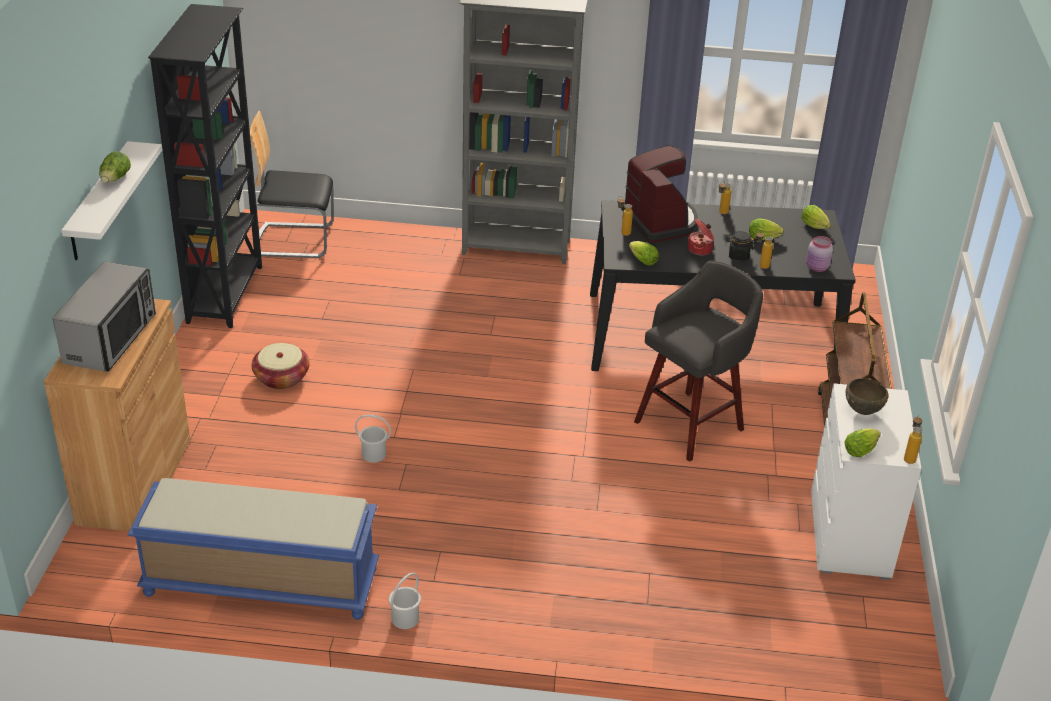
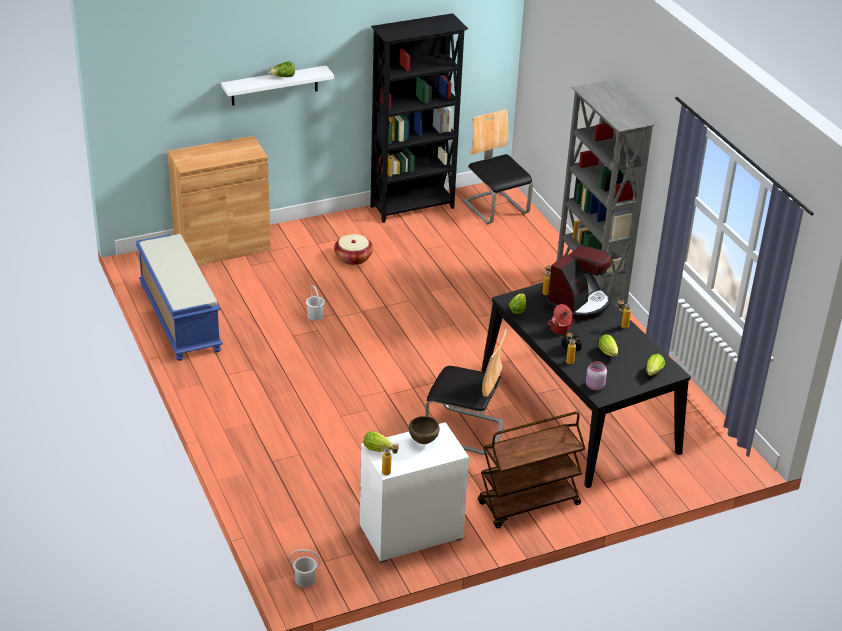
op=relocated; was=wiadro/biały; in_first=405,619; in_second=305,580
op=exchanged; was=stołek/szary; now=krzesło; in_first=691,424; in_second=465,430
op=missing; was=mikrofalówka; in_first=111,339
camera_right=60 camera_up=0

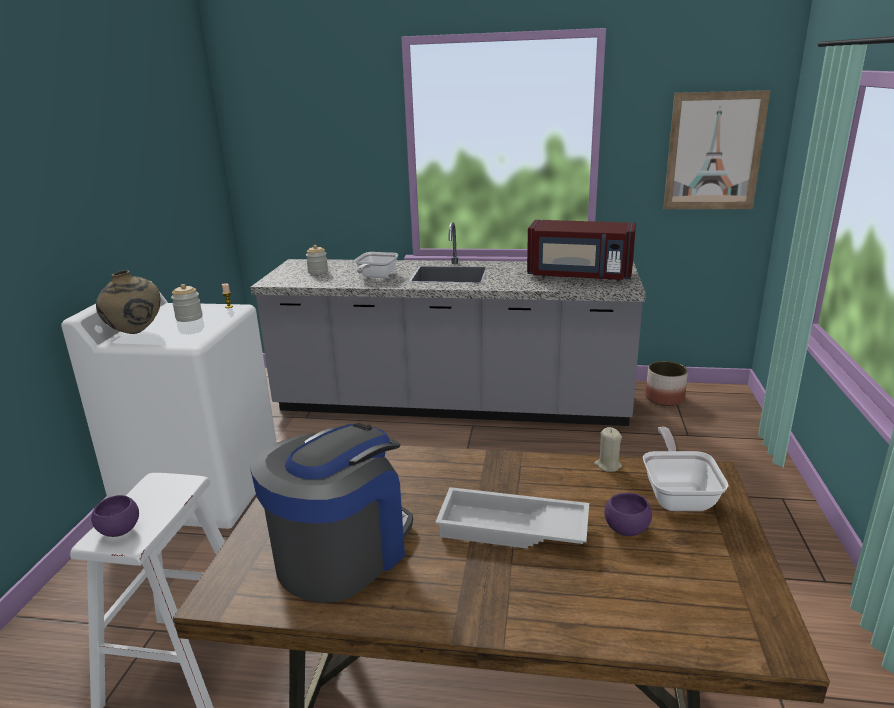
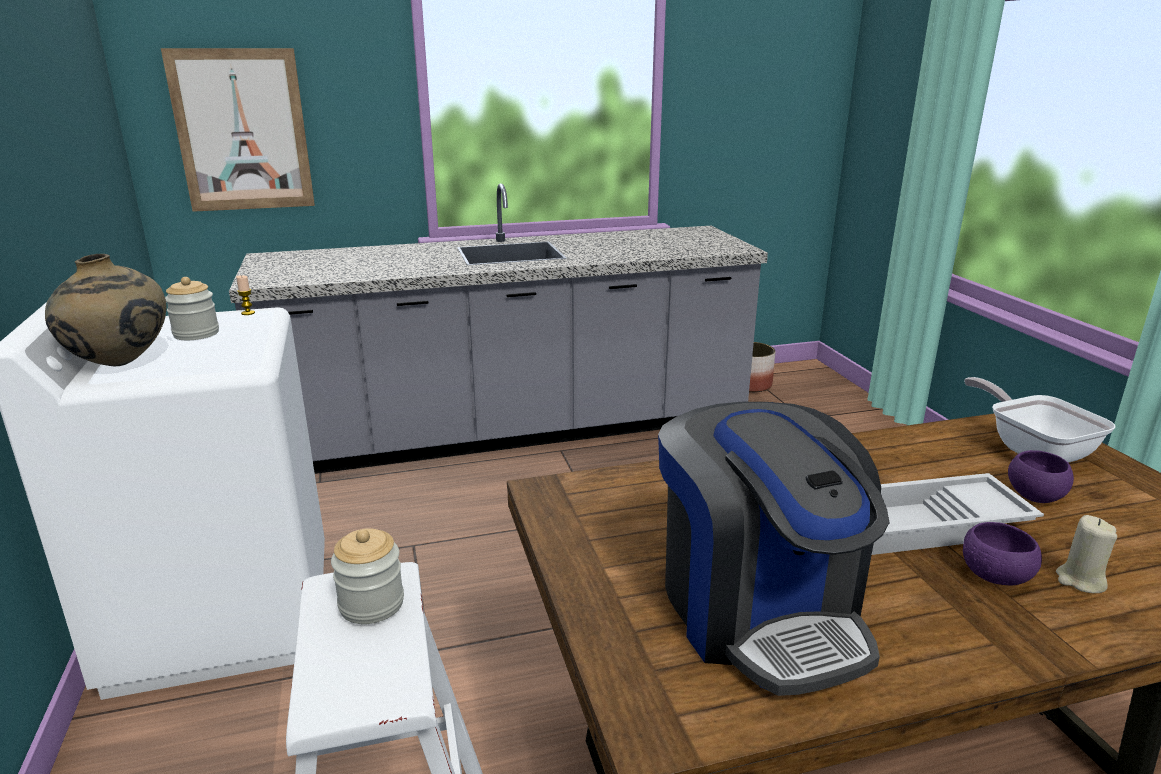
op=relocated; was=obraz; in_first=714,152; in_second=242,131
op=relocated; was=słoik; in_first=318,272; in_second=371,604
op=spun; was=ekspres do kawy; in_first=342,553; in_second=759,611; clockwise=150
op=relocated; was=miska/fioletowy; in_first=119,530; in_second=995,577
op=relocated; was=świeca/beżowy; in_first=608,465; in_second=1080,581
op=missing; was=patelnia; in_first=375,277
op=missing; was=mikrofalówka/czerwony; in_first=579,276
camera_right=-25 camera_up=0

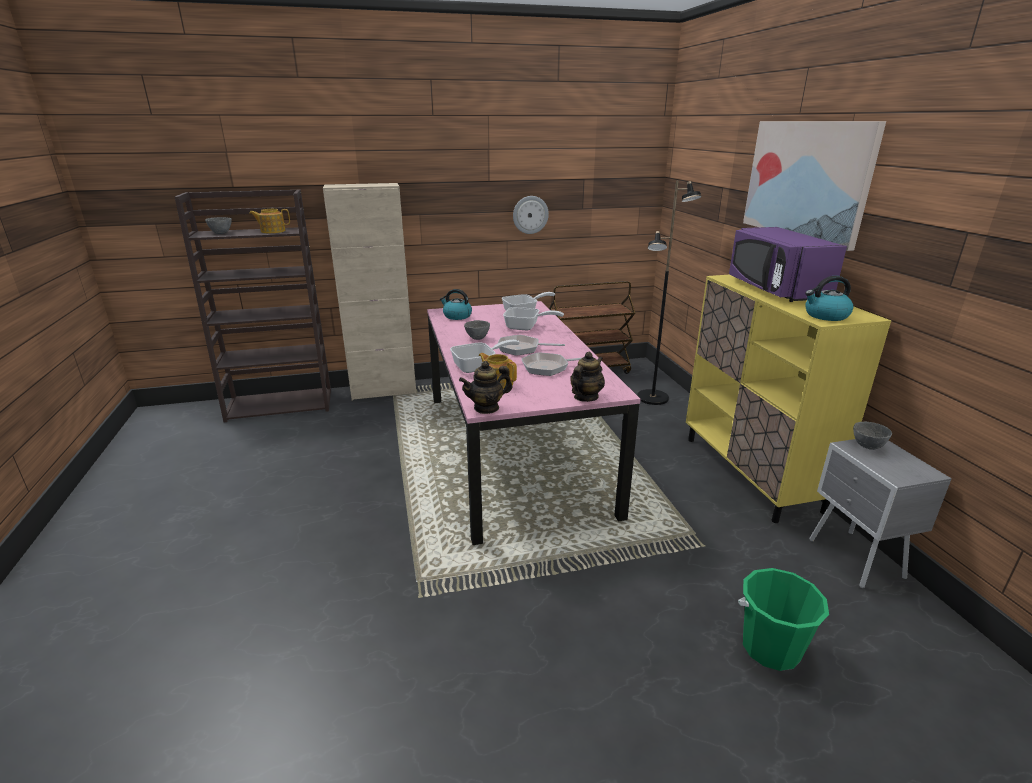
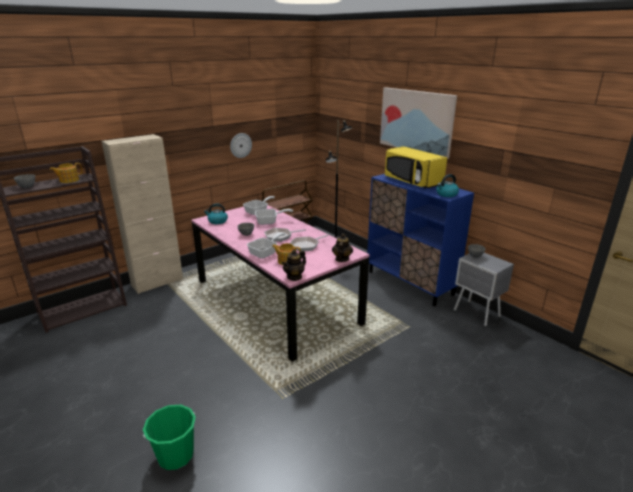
op=relocated; was=wiadro/zielony; in_first=770,648; in_second=175,455
op=colour; was=szafka/żółty; now=szafka/niebieski; in_first=751,473; in_second=410,283
op=colour; was=mikrofalówka/fioletowy; now=mikrofalówka/żółty; in_first=774,289; in_second=411,181
camera_right=-25 camera_up=0

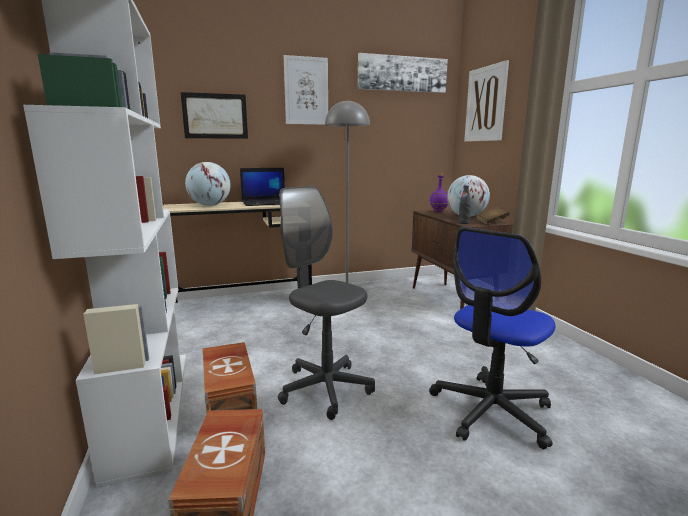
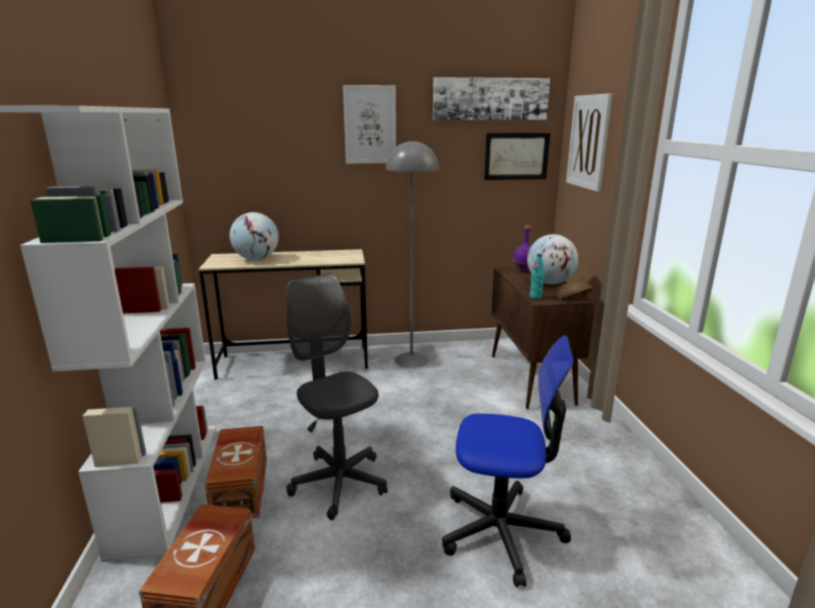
op=spun; was=krzesło biurowe; in_first=491,411; in_second=501,531; clockwise=-135
op=relocated; was=obraz; in_first=215,116; in_second=516,156
op=colour; was=butelka/czarny; now=butelka/turkusowy; in_first=463,223; in_second=535,297
op=missing; was=laptop; in_first=267,203
camera_right=10 camera_up=5

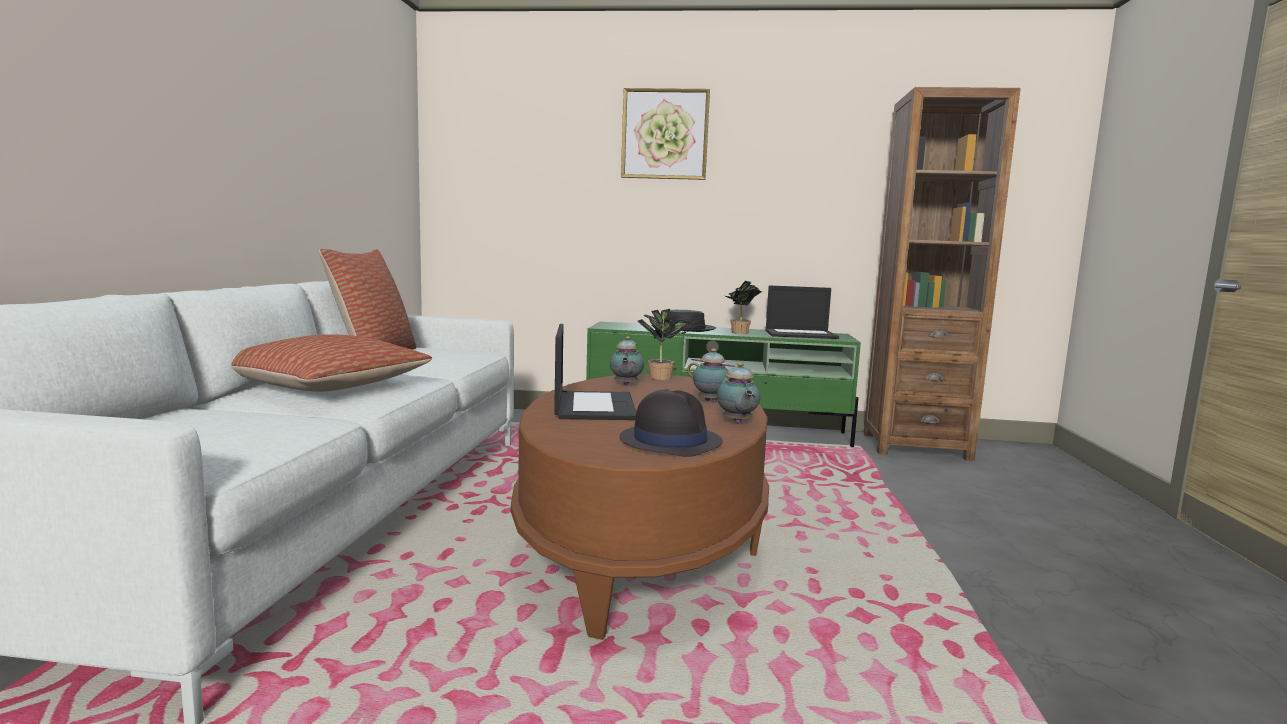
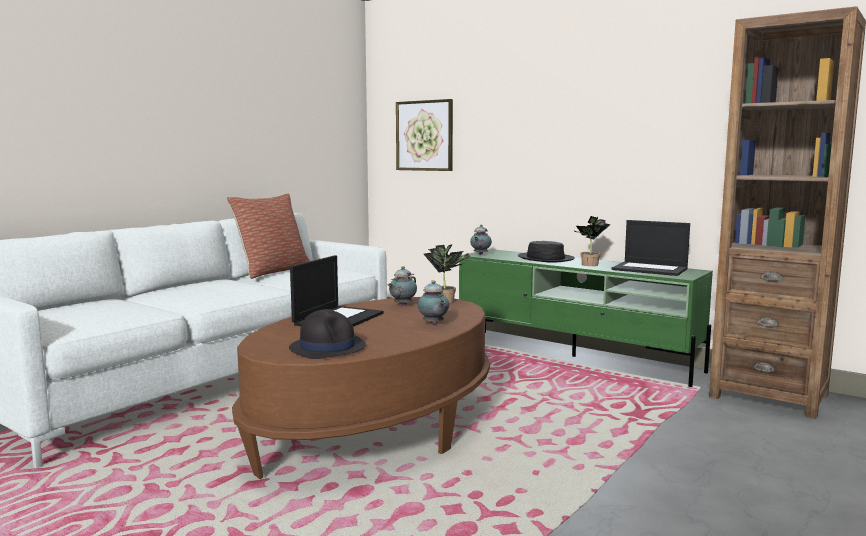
op=relocated; was=obraz; in_first=665,134; in_second=424,135
op=relocated; was=imbryk; in_first=737,422; in_second=480,254
op=missing; was=poduszka; in_first=327,386
camera_right=30 camera_up=0

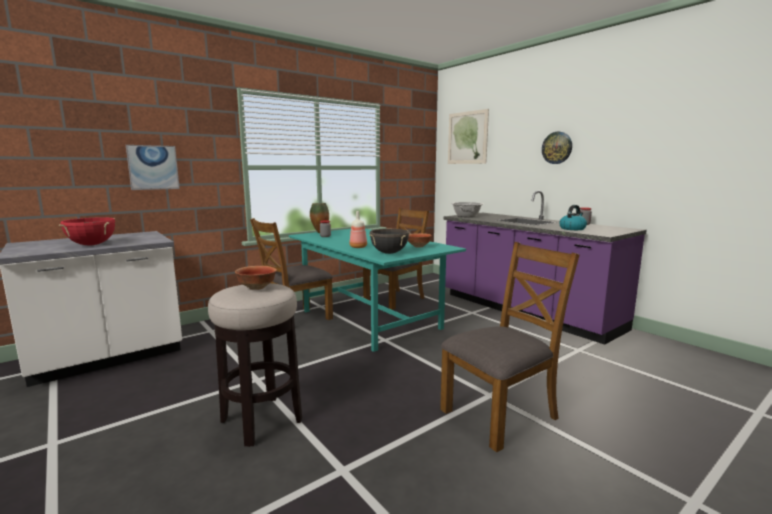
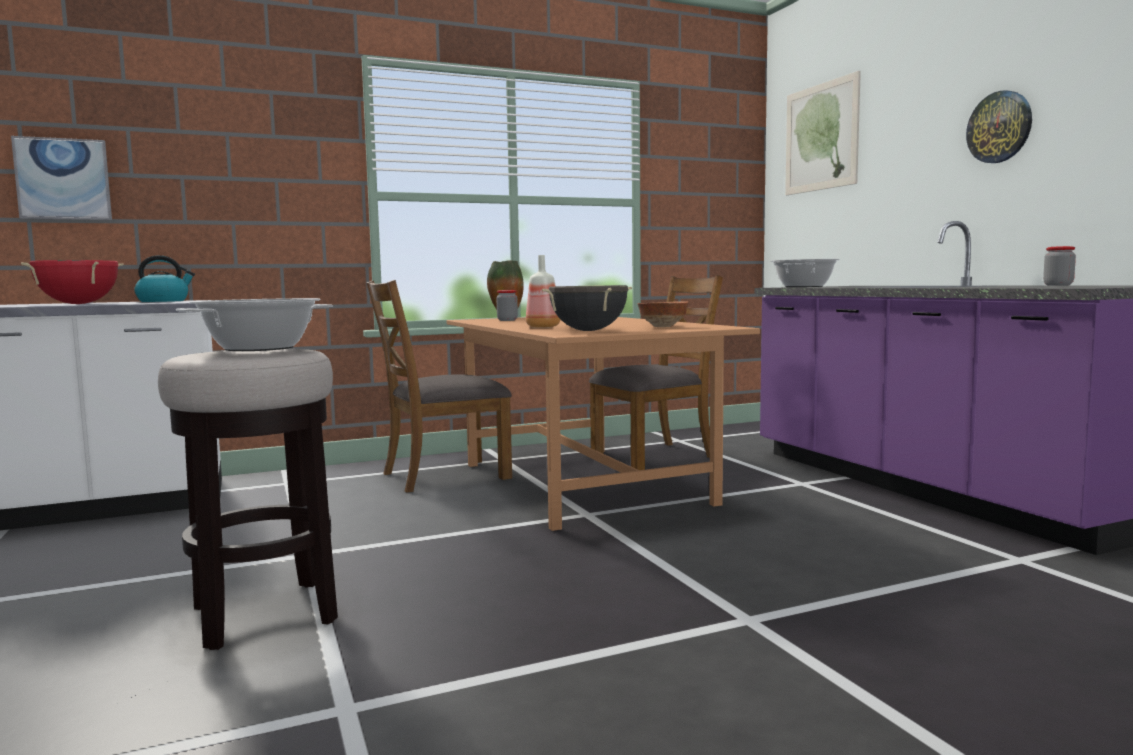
op=relocated; was=obraz; in_first=153,167; in_second=63,179
op=relocated; was=czajnik; in_first=572,228; in_second=164,301
op=exchanged; was=miska; now=garnek; in_first=257,287; in_second=260,348
op=colour; was=stół jadalny/turkusowy; now=stół jadalny/brązowy; in_first=368,319; in_second=579,483
op=missing; was=krzesło/brązowy; in_first=500,414
camera_right=15 camera_up=-5

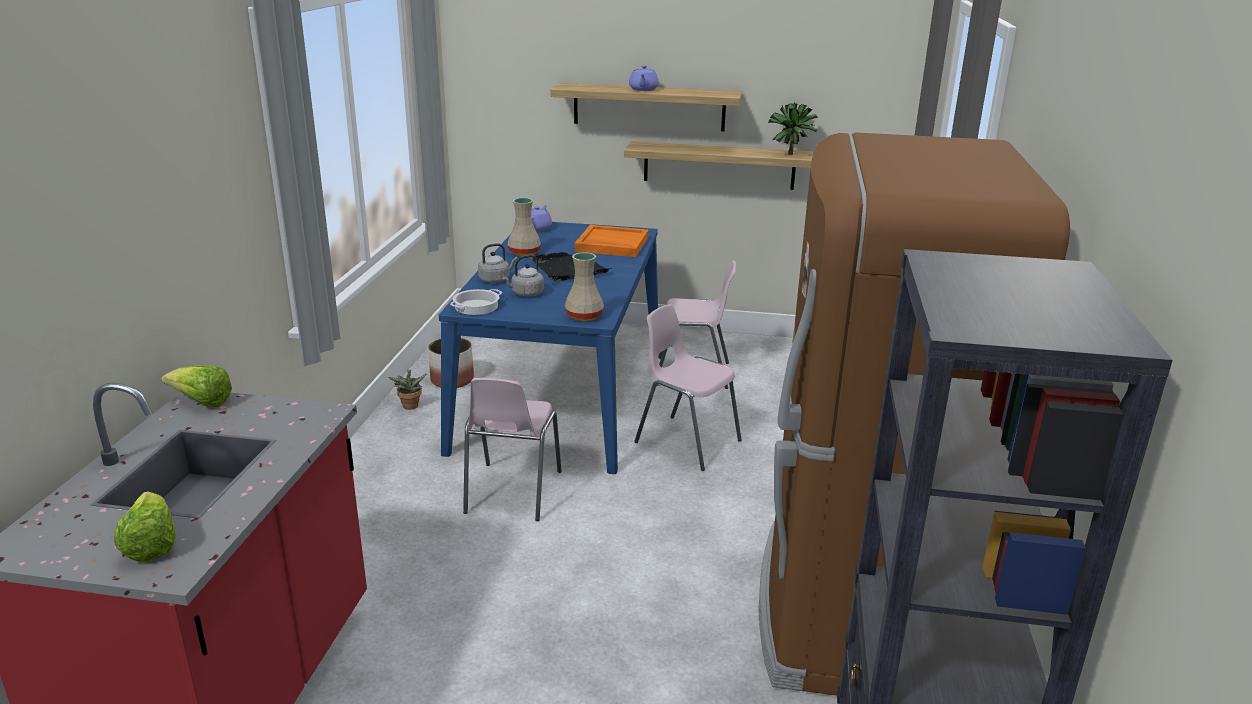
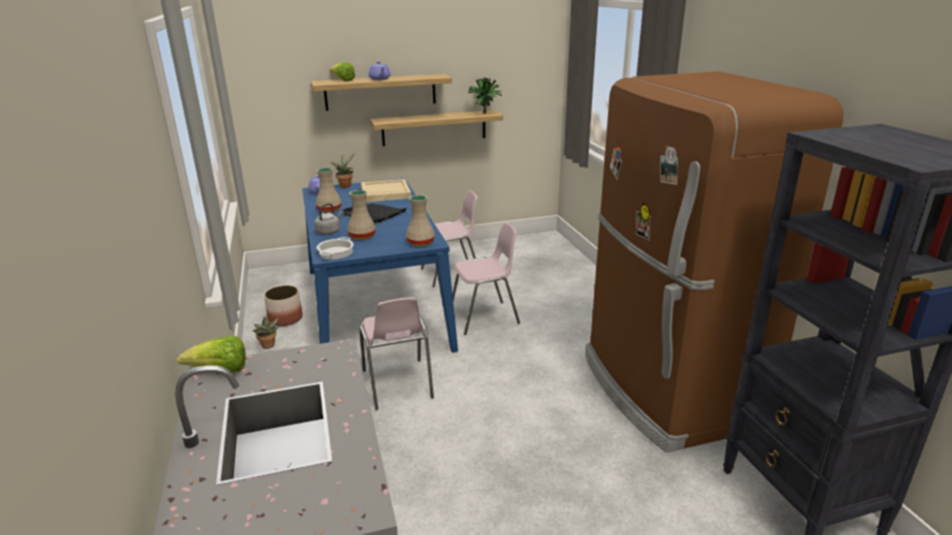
op=relocated; was=sałata; in_first=151,545; in_second=343,81
op=appeared; now=roślina doniczkowa; in_second=345,186
op=exchanged; was=czajnik/szary; now=wazon/beżowy; in_first=526,294; in_second=362,236
op=colour; was=taca/pomarańczowy; now=taca/beżowy; in_first=611,244; in_second=385,193
op=spun; was=krzesło/różowy; in_first=686,441; in_second=485,318; clockwise=150
camera_right=-25 camera_up=0

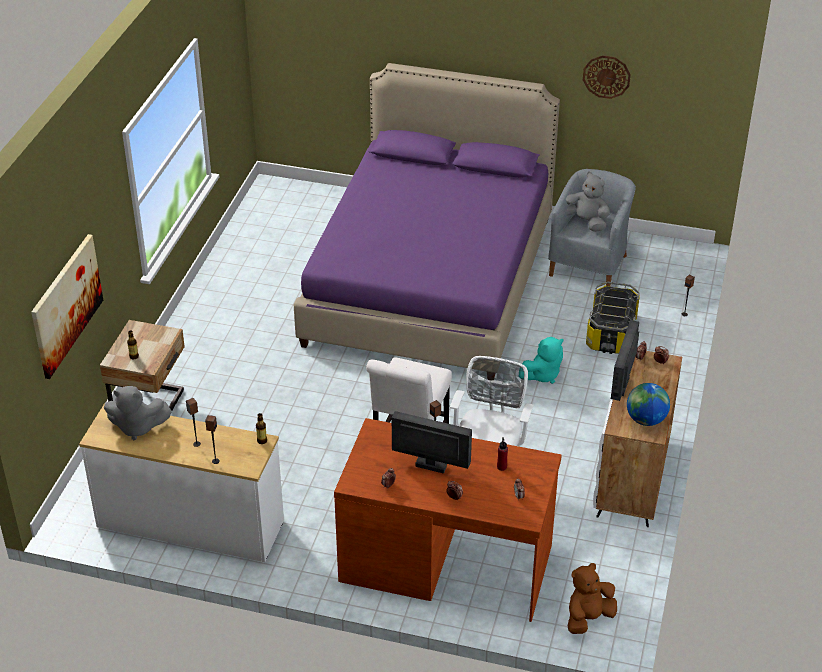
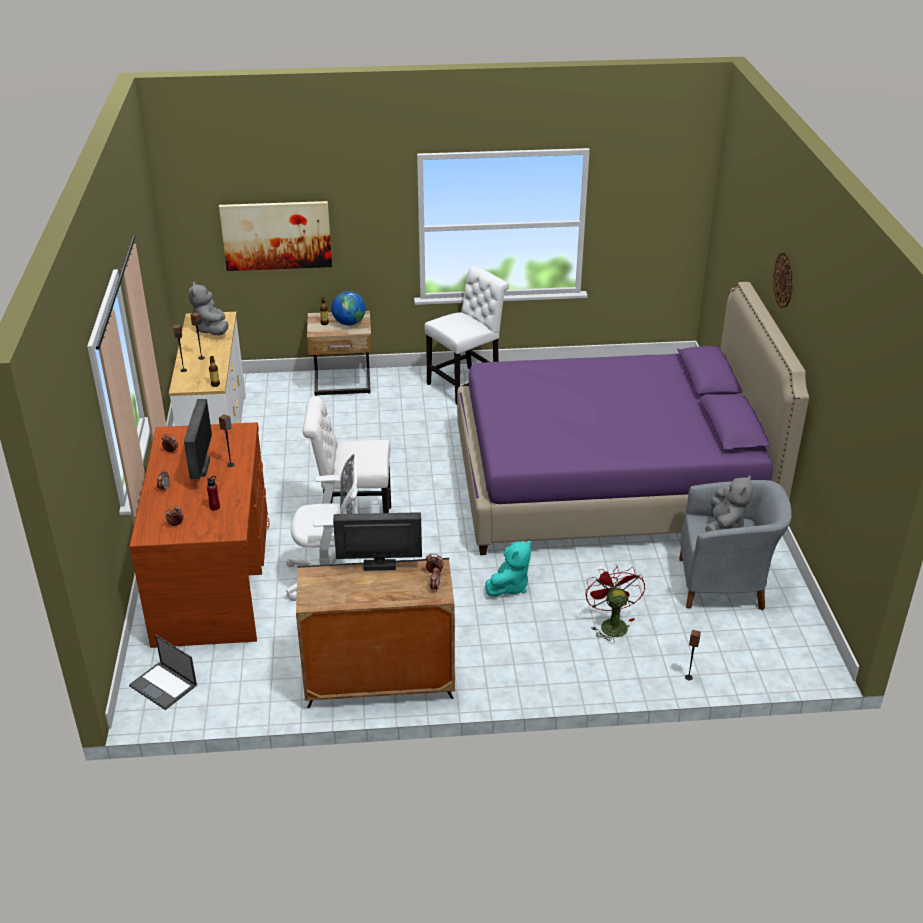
op=exchanged; was=pluszak/brązowy; now=laptop; in_first=588,618; in_second=164,686
op=colour; was=szafka/biały; now=szafka/czarny; in_first=632,478; in_second=378,682
op=relocated; was=globus; in_first=646,420; in_second=349,323
op=appeared; now=krzesło/biały; in_second=467,384
op=spun; was=pluszak/turkusowy; in_first=542,375; in_second=509,586; clockwise=-90
op=exchanged; was=pojemnik do przechowywania; now=wentylator/czerwony; in_first=611,333; in_second=611,624
op=relocated; was=zegar ścienny; in_first=606,76; in_second=784,280
camera_right=70 camera_up=-5

